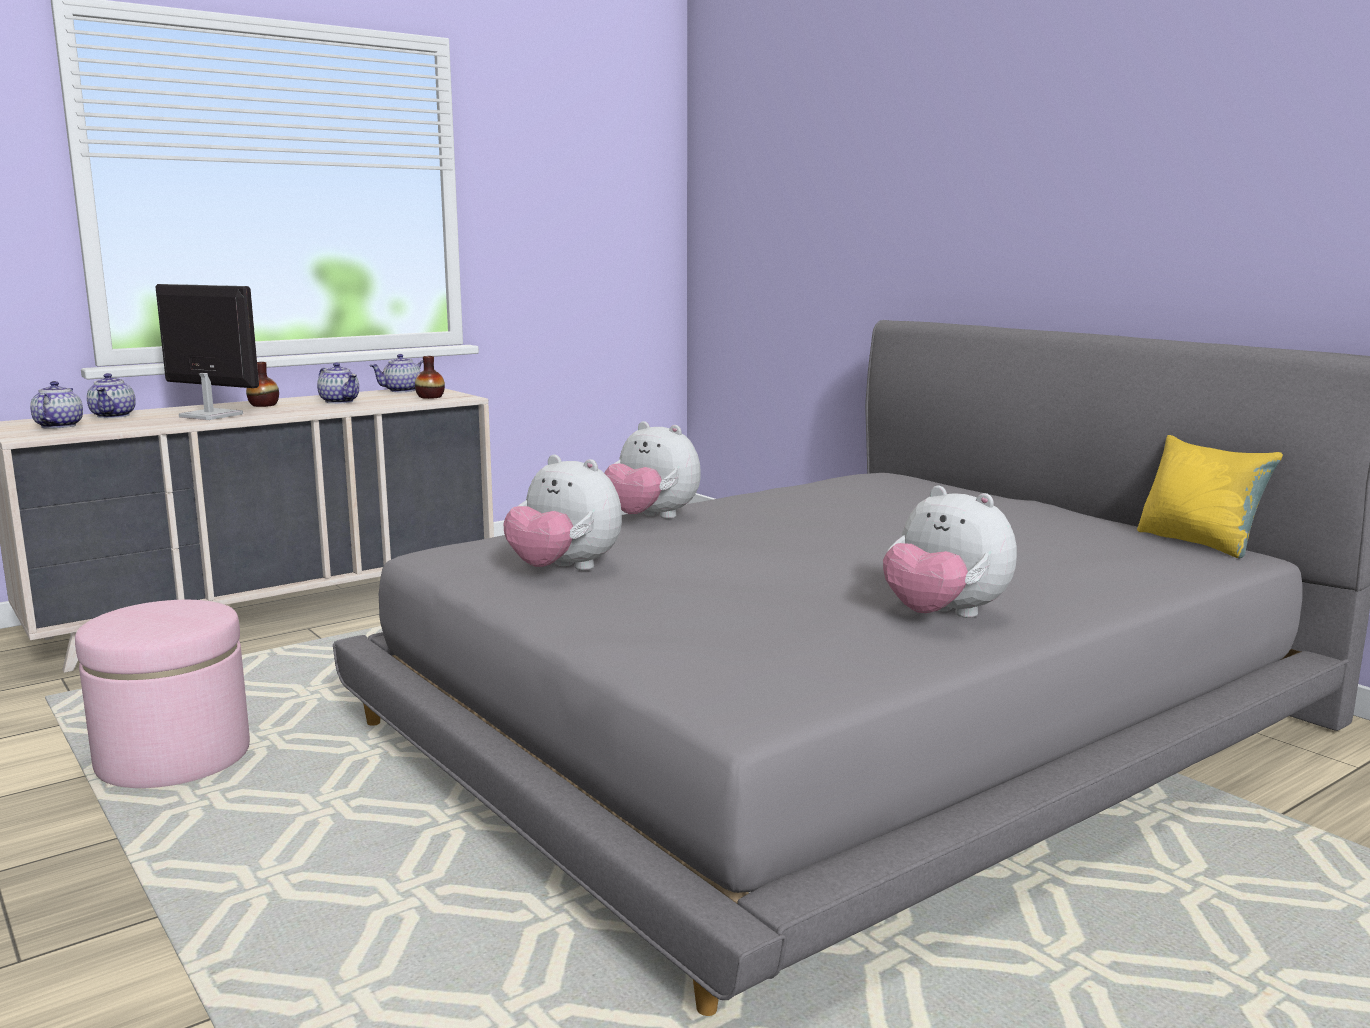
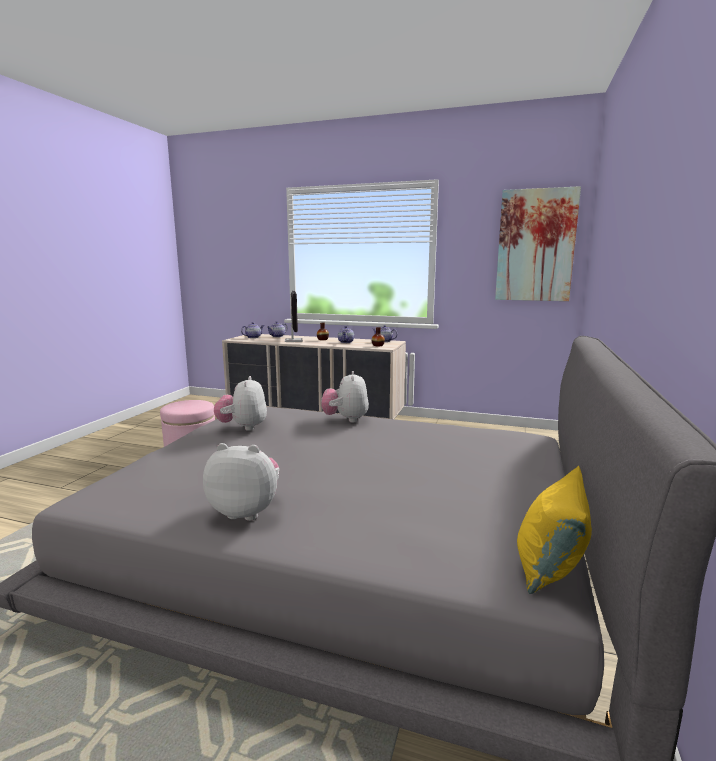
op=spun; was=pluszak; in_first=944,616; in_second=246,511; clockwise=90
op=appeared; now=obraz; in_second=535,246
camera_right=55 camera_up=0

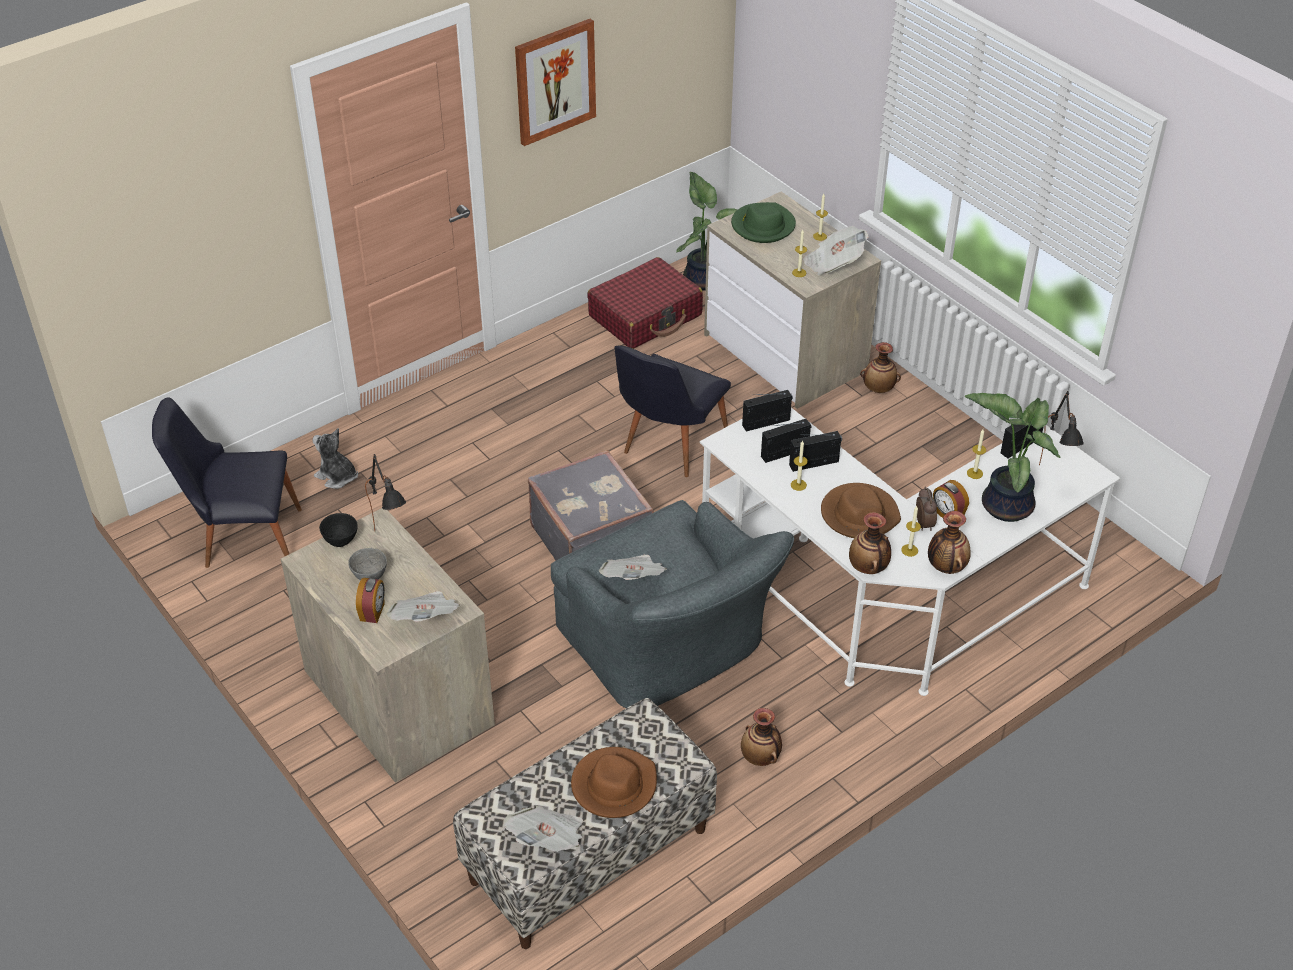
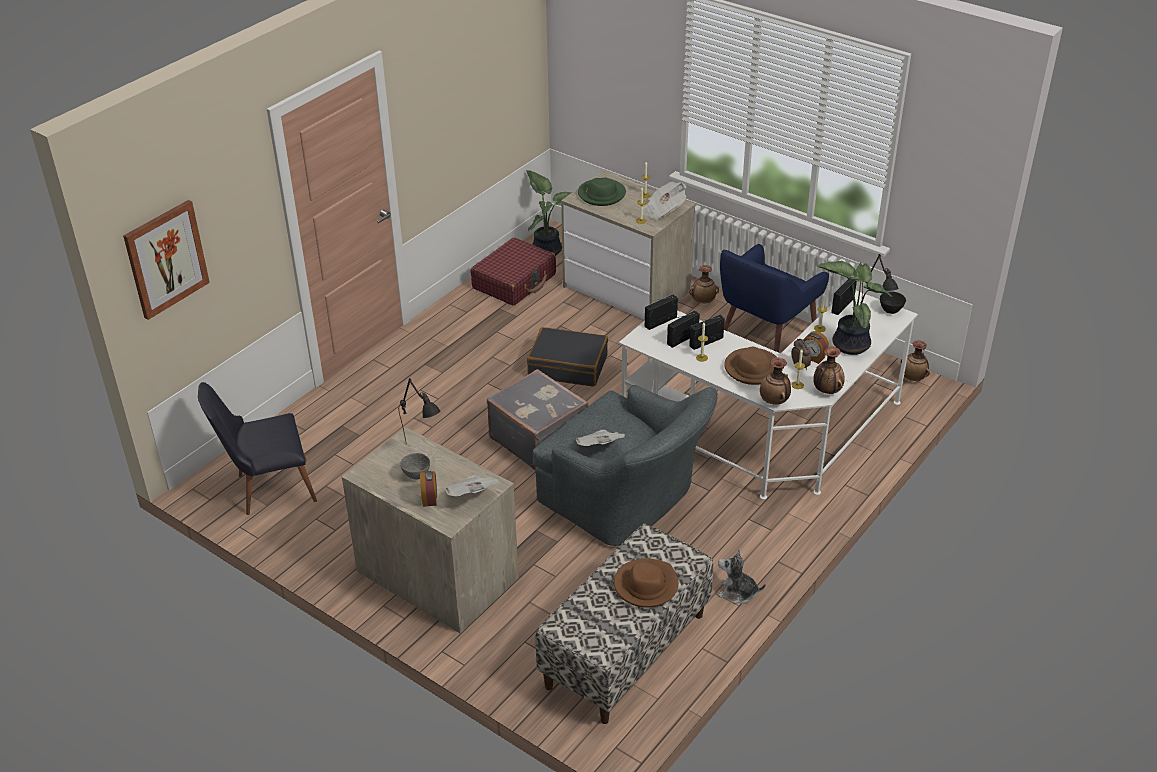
op=relocated; was=obraz; in_first=555,81; in_second=166,259
op=exchanged; was=krzesło/czarny; now=walizka/czarny; in_first=668,446; in_second=568,366
op=relocated; was=pluszak; in_first=337,477; in_second=737,592
op=appeared; now=fotel/niebieski; in_second=765,341
op=relocated; was=miska/czarny; in_first=341,540; in_second=890,310
op=relocated; was=wazon; in_first=760,757; in_second=913,378
op=missing; was=gazeta; in_first=548,840
camera_right=-15 camera_up=-5

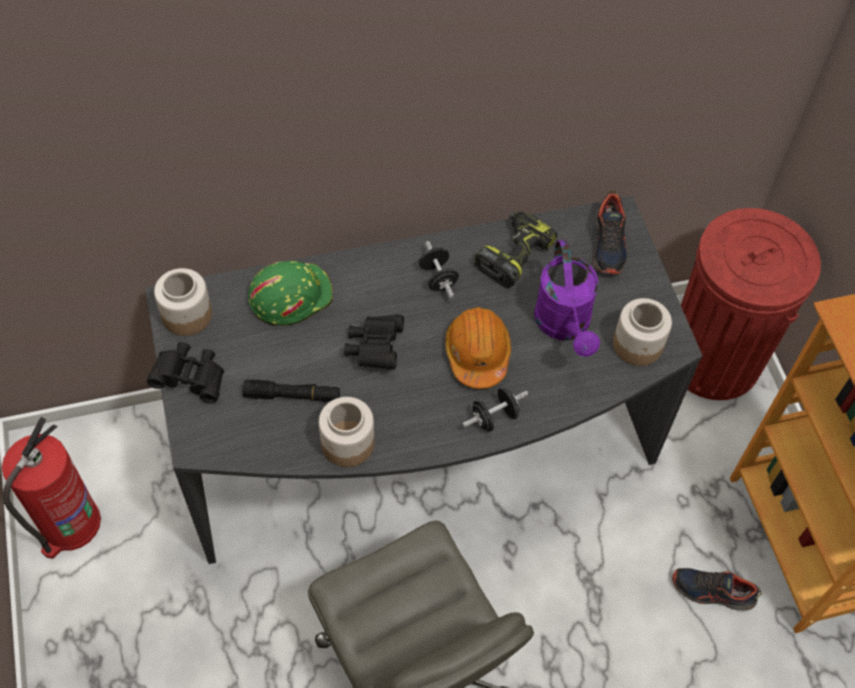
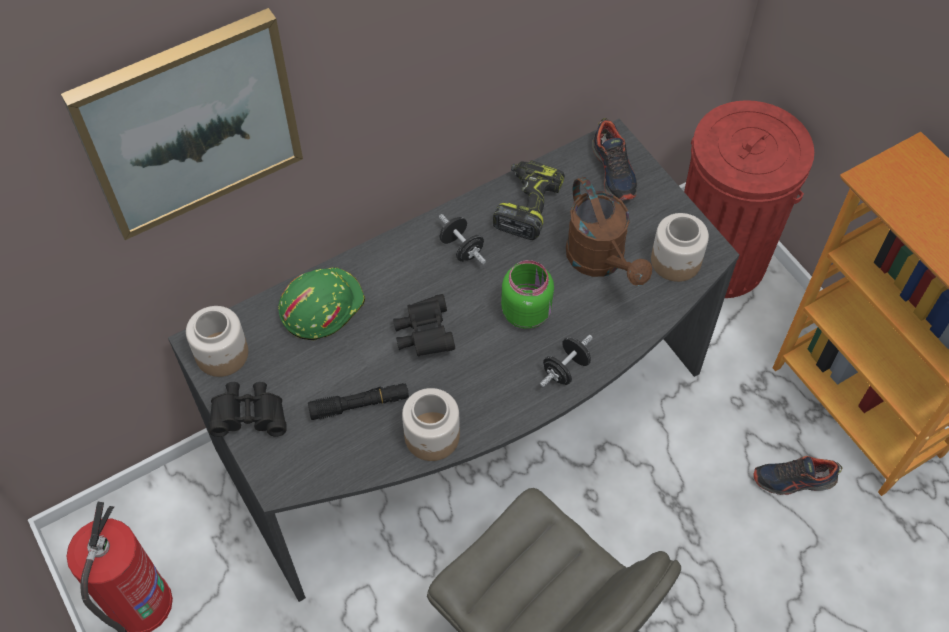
op=appeared; now=obraz; in_second=189,124
op=exchanged; was=kask/pomarańczowy; now=słoik/zielony; in_first=477,353; in_second=526,311
op=colour; was=konewka/fioletowy; now=konewka/brązowy; in_first=565,326; in_second=601,261
camera_right=-15 camera_up=0

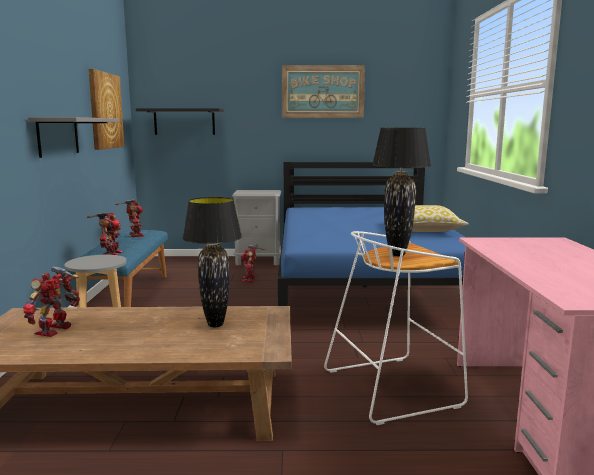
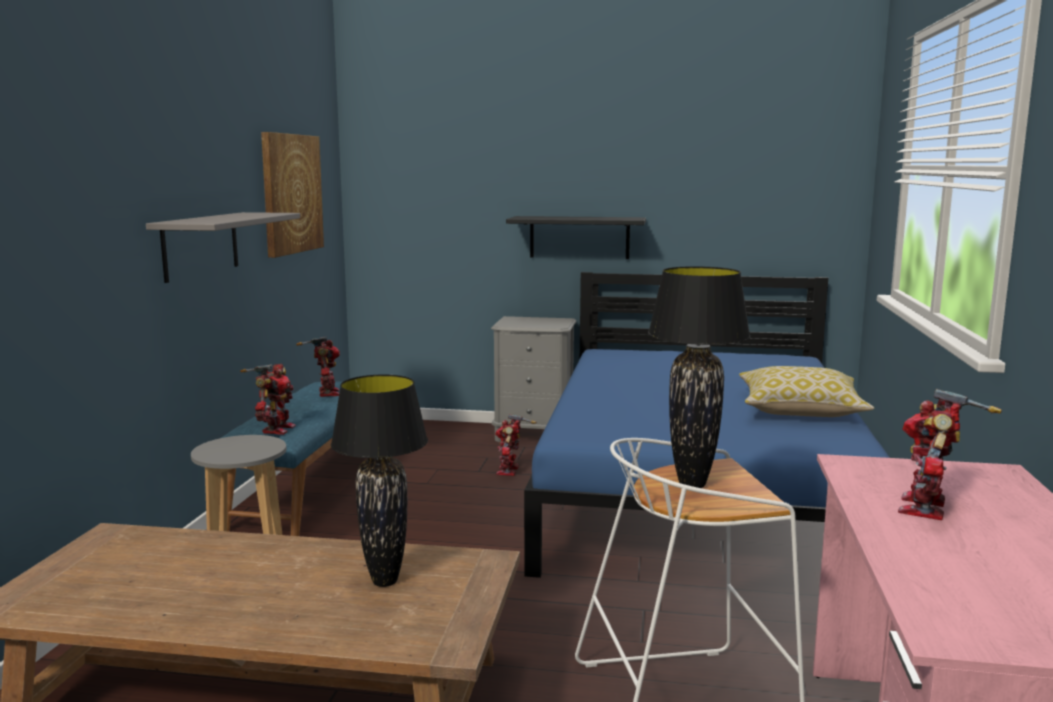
op=relocated; was=półka/czarny; in_first=184,122; in_second=579,237
op=relocated; was=robot zabawkowy; in_first=55,330; in_second=928,508
op=missing; was=obraz; in_first=323,91
camera_right=10 camera_up=0

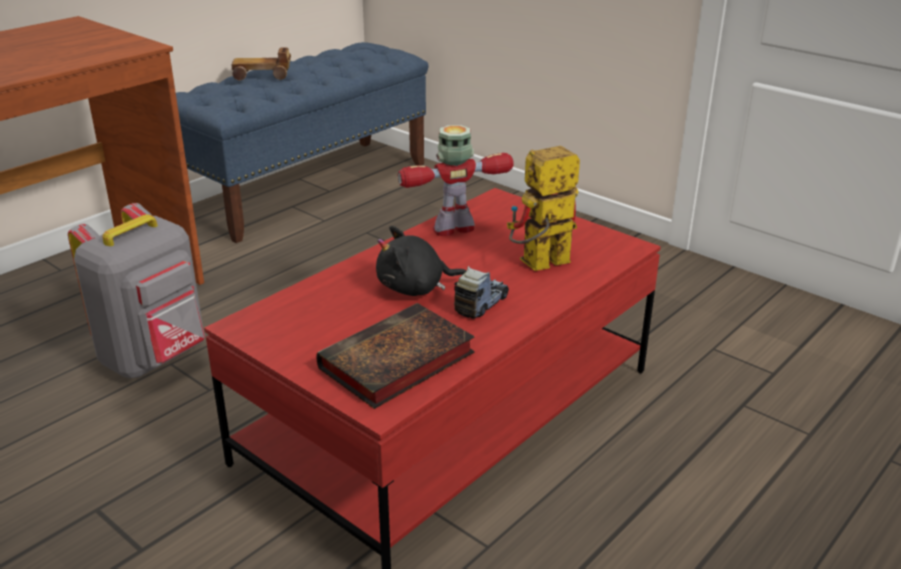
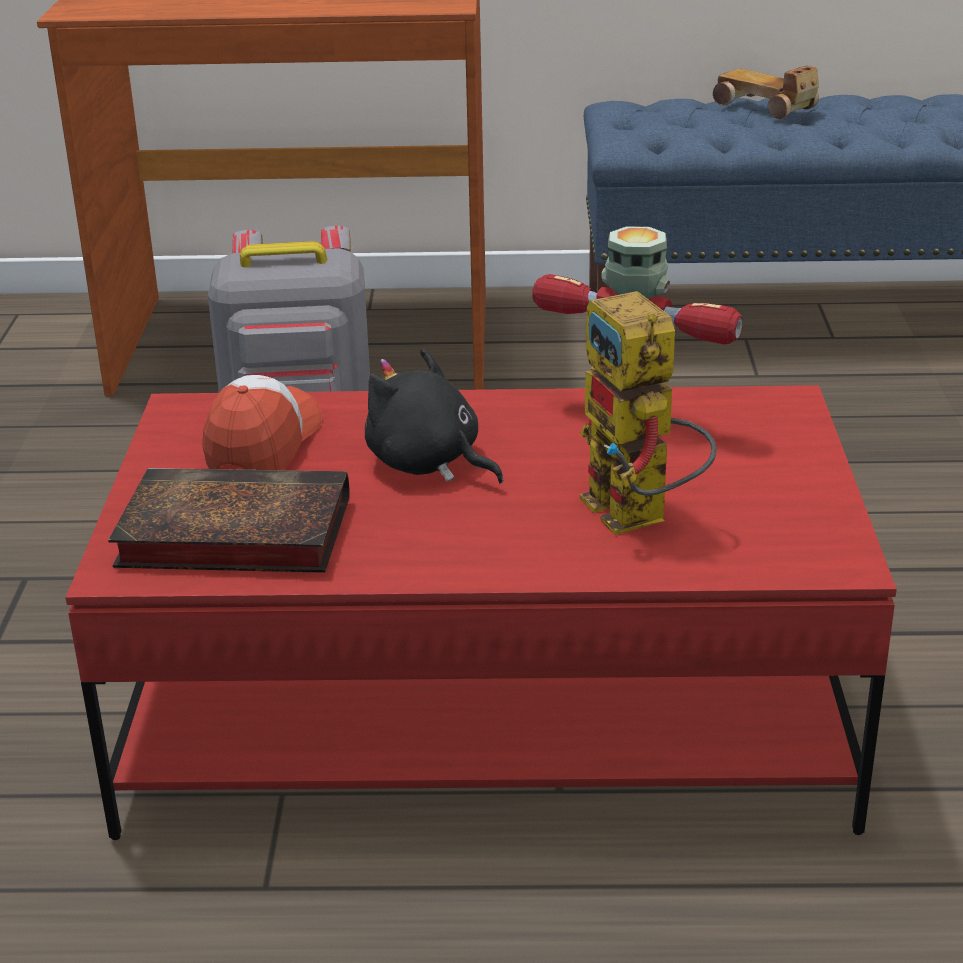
op=appeared; now=czapka z daszkiem; in_second=263,443
op=spun; was=robot zabawkowy; in_first=538,265; in_second=640,517; clockwise=-135
op=missing; was=ciężarówka zabawkowa; in_first=481,304
camera_right=50 camera_up=0

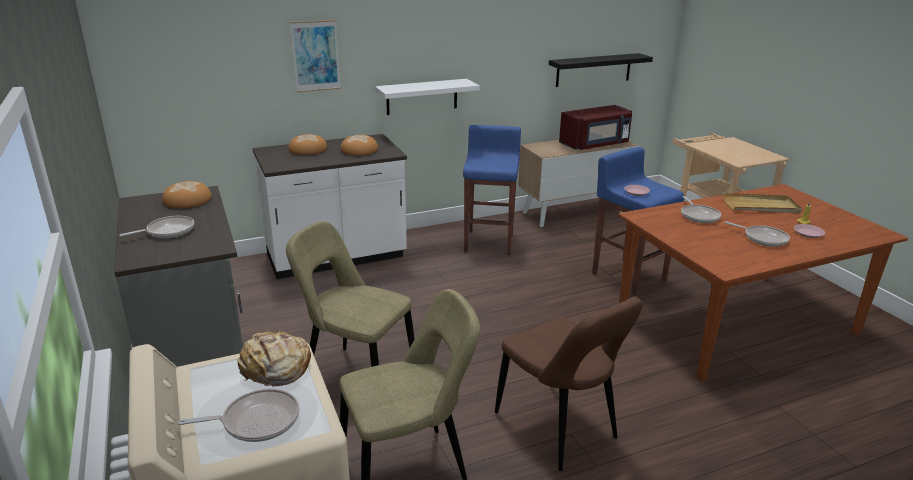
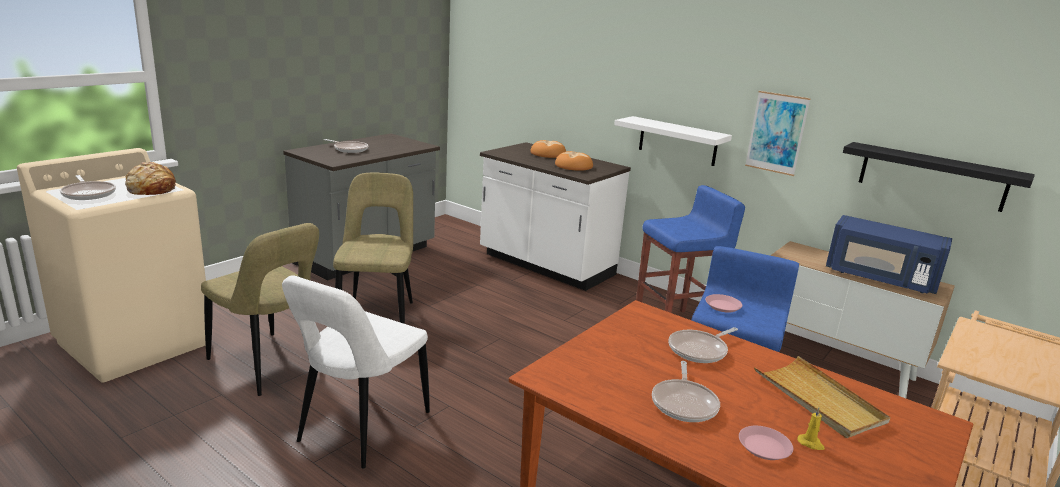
op=colour; was=krzesło/brązowy; now=krzesło/biały; in_first=559,429; in_second=360,429
op=relocated; was=obraz; in_first=316,56; in_second=776,133
op=colour; was=mikrofalówka/czerwony; now=mikrofalówka/niebieski; in_first=595,144; in_second=880,278
op=missing; was=chleb; in_first=187,200
camera_right=60 camera_up=-5

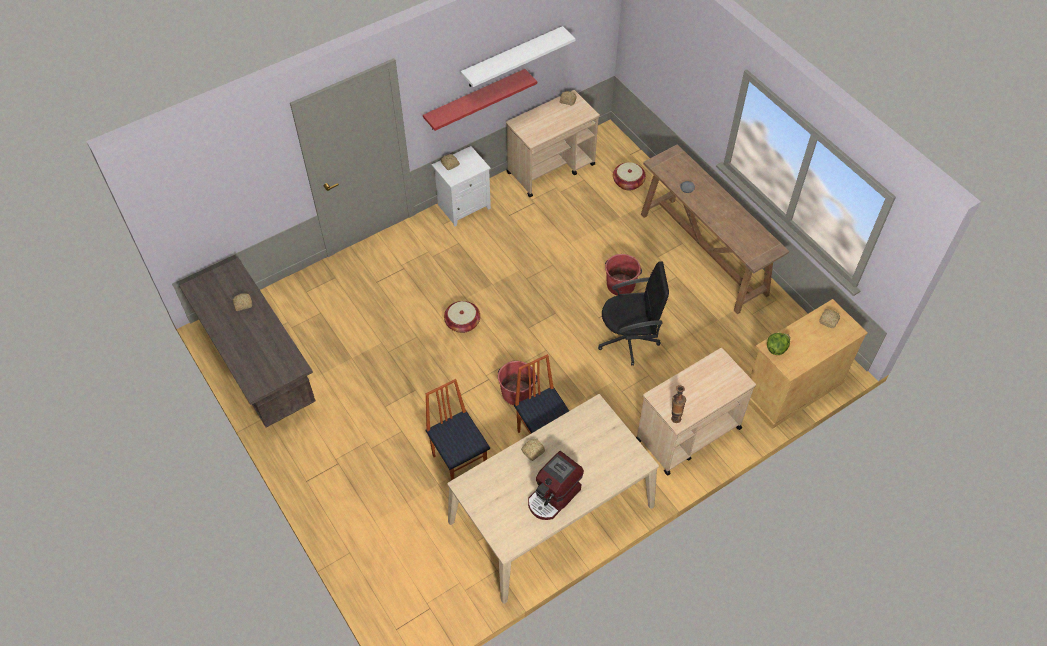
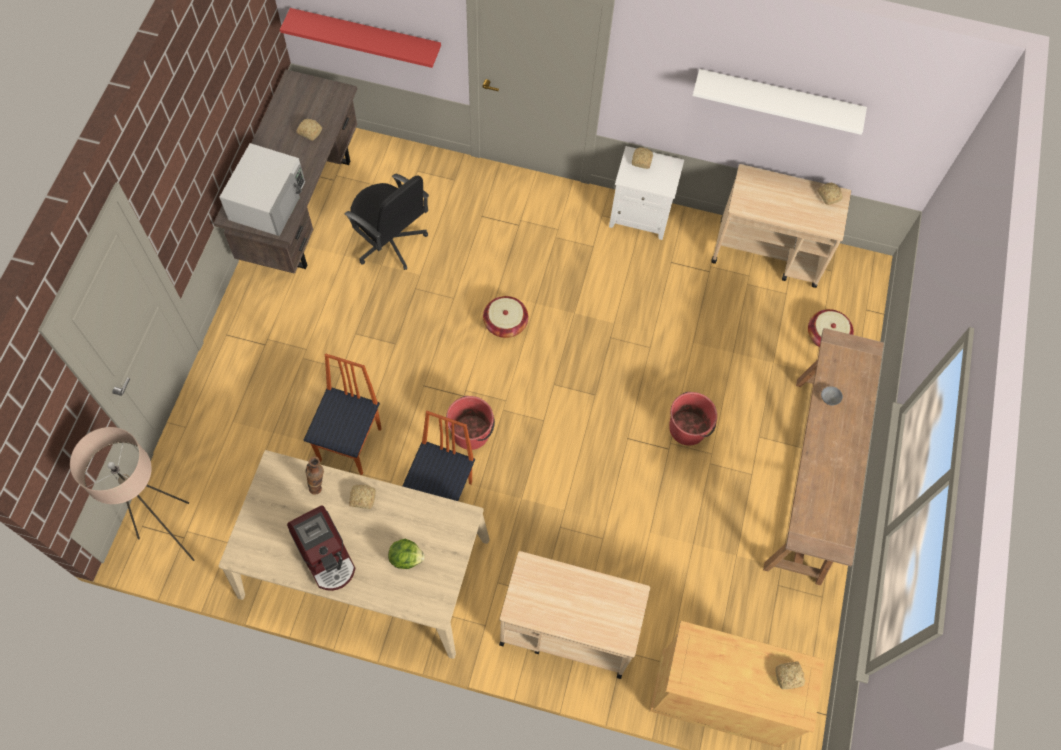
op=appeared; now=lampa stojąca/beżowy; in_second=173,534
op=appeared; now=mikrofalówka/biały; in_second=268,200
op=relocated; was=półka/czerwony; in_first=475,100; in_second=366,36
op=spun; was=ekspres do kawy; in_first=554,497; in_second=327,556; clockwise=-120
op=relocated; was=wazon; in_first=675,416; in_second=319,486
op=relocated; was=krzesło biurowe/czarny; in_first=629,339; in_second=390,242
op=relocated; was=sałata; in_first=776,348; in_second=406,557
camera_right=45 camera_up=10

